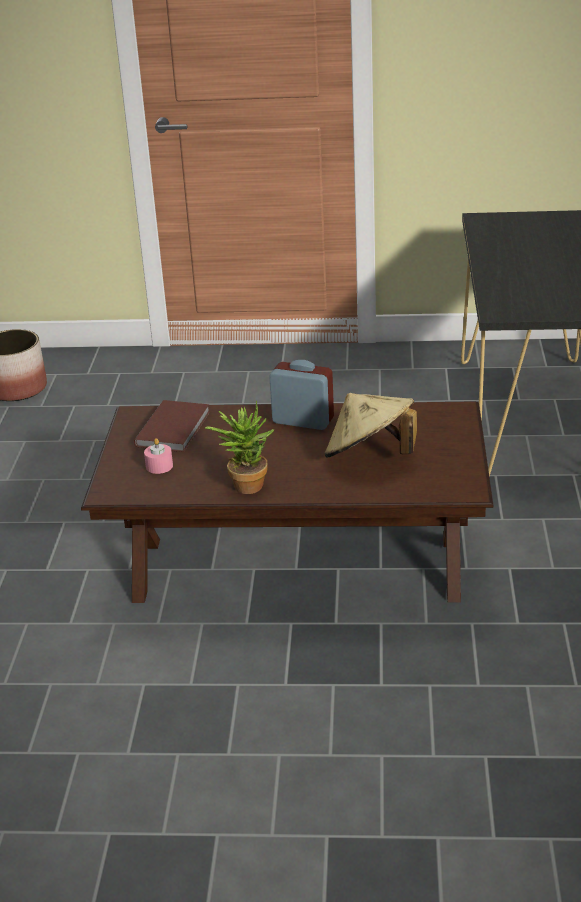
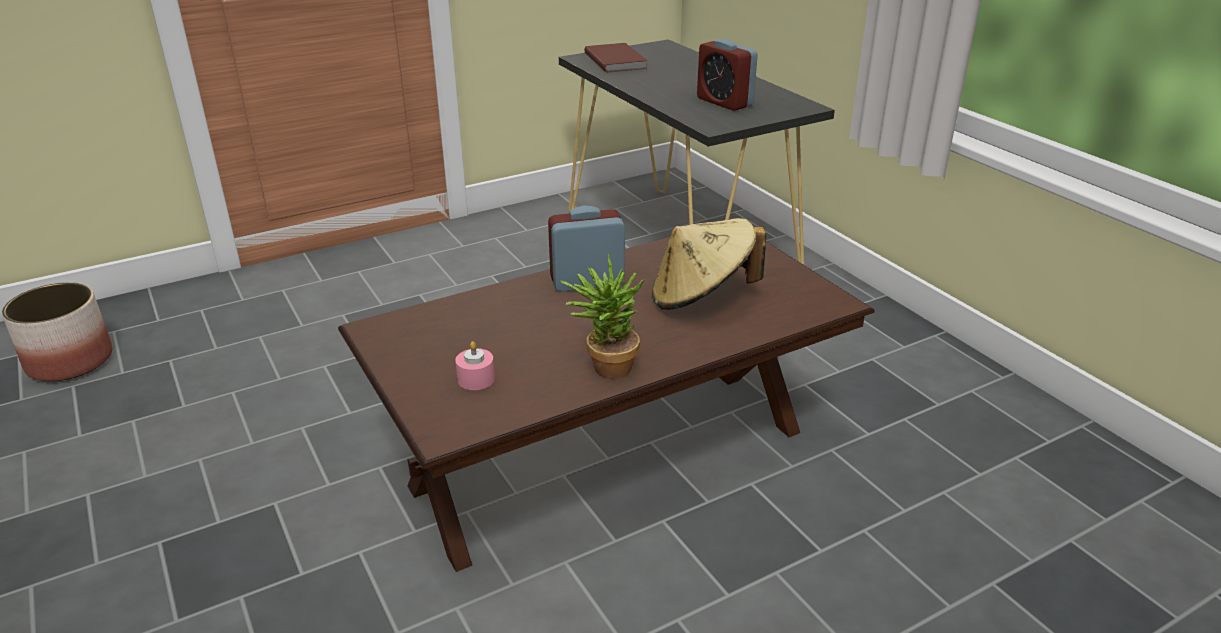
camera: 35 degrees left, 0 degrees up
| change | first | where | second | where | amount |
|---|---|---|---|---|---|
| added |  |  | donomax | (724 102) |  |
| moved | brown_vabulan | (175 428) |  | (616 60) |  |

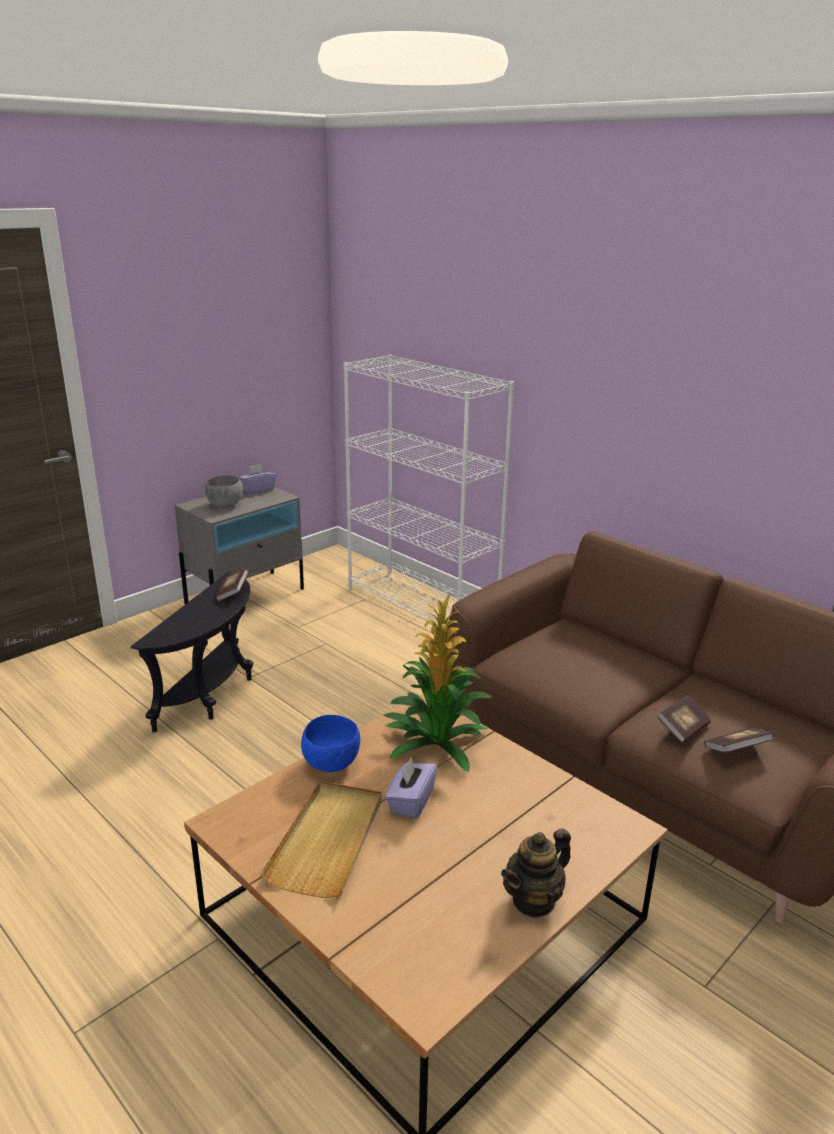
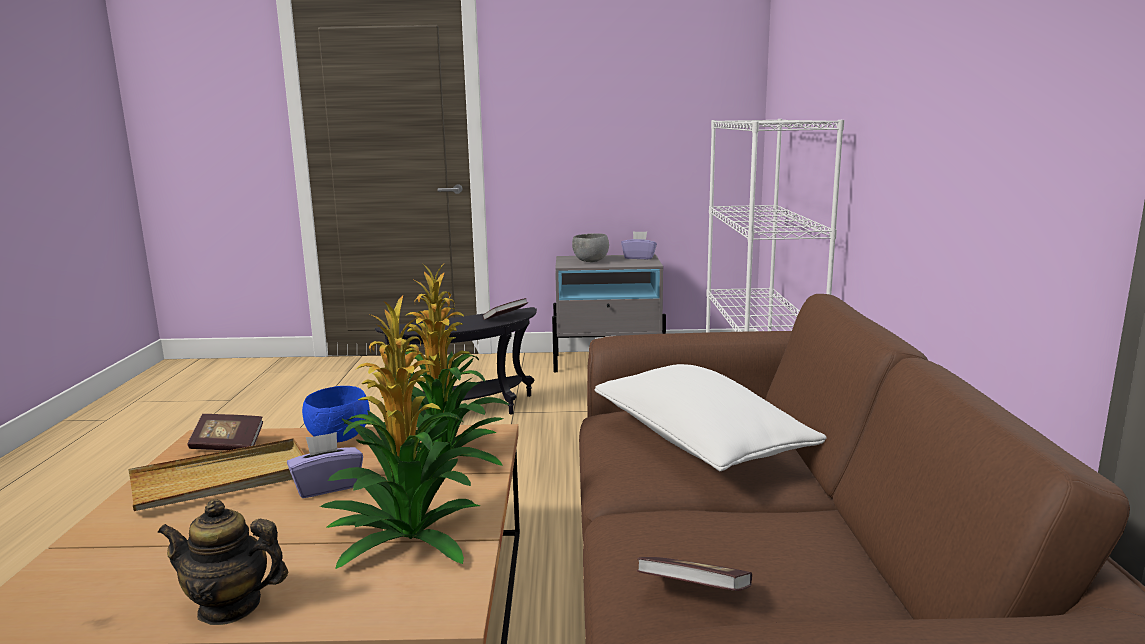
camera: 45 degrees right, 10 degrees down
| change | first | where | second | where | amount |
|---|---|---|---|---|---|
| added |  |  | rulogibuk | (409 534) |  |
| added |  |  | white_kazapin | (699 443) |  |
| moved | vabulan | (683 729) |  | (228 445) |  |

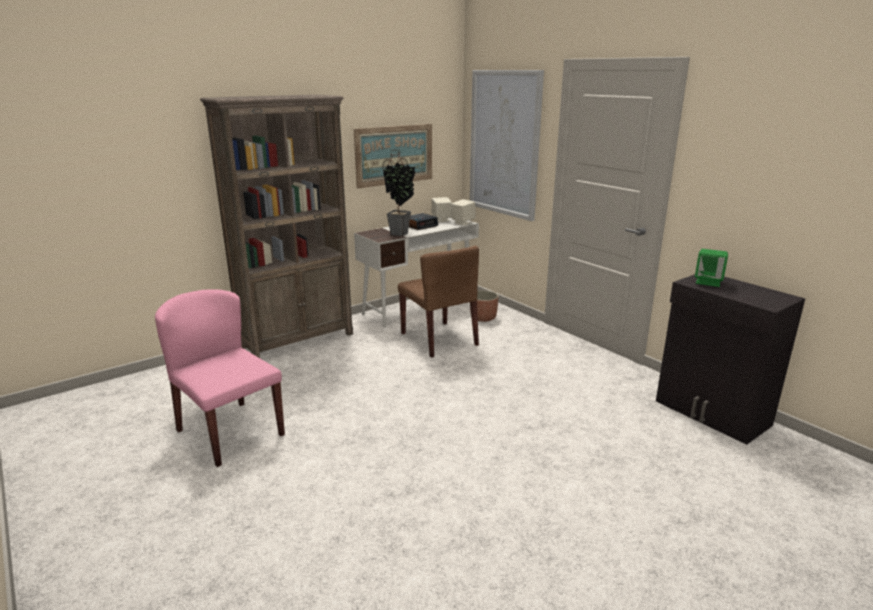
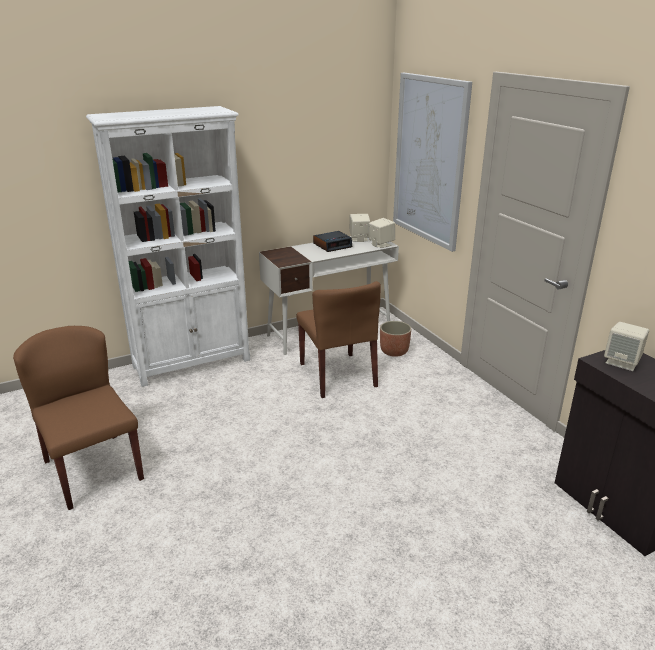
camera: 10 degrees right, 5 degrees up
| change | first | where | second | where | amount |
|---|---|---|---|---|---|
| removed | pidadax | (394 155) |  |  |  |
| removed | rulogibuk | (401 234) |  |  |  |
| recoloured | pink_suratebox | (230 432) | brown_suratebox | (93 469) |  |
| recoloured | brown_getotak | (298 340) | white_getotak | (192 363) |  |
| recoloured | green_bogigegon | (708 282) | beige_bogigegon | (622 362) |  |

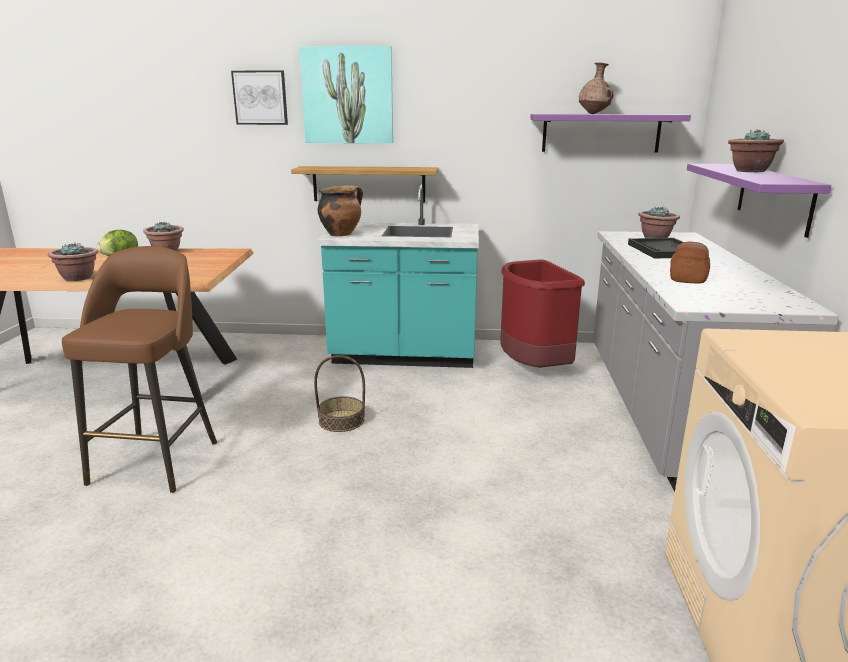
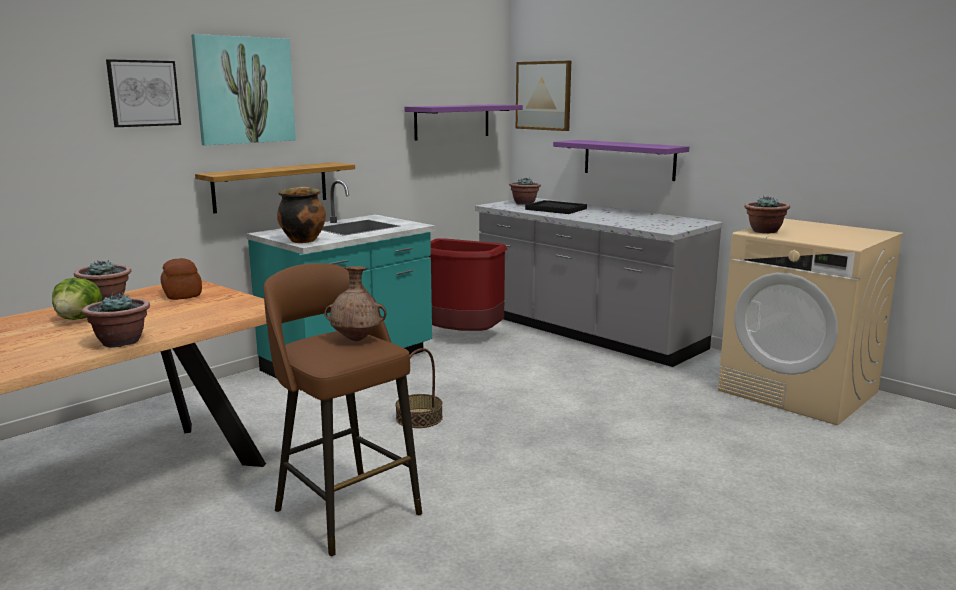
camera: 50 degrees left, 5 degrees down
| change | first | where | second | where | amount |
|---|---|---|---|---|---|
| added |  |  | pidadax | (544 95) |  |
| moved | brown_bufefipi | (594 114) |  | (357 339) |  |
| moved | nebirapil | (687 278) |  | (181 294) |  |
| moved | rulogibuk | (749 171) |  | (764 231) |  |

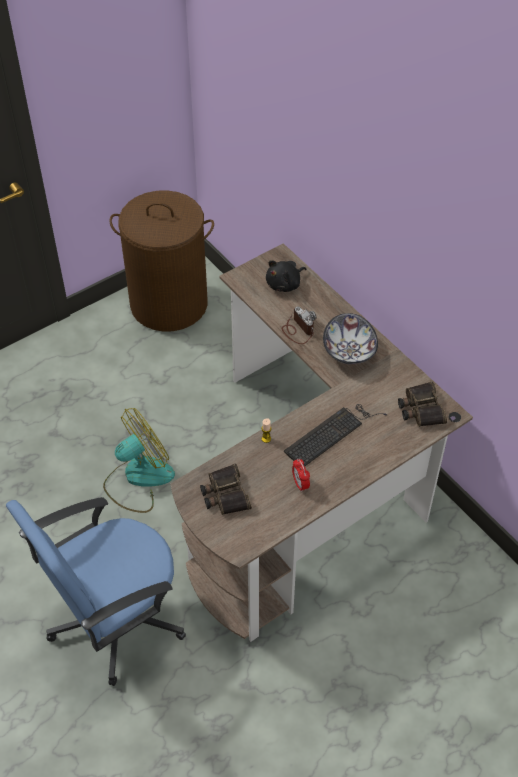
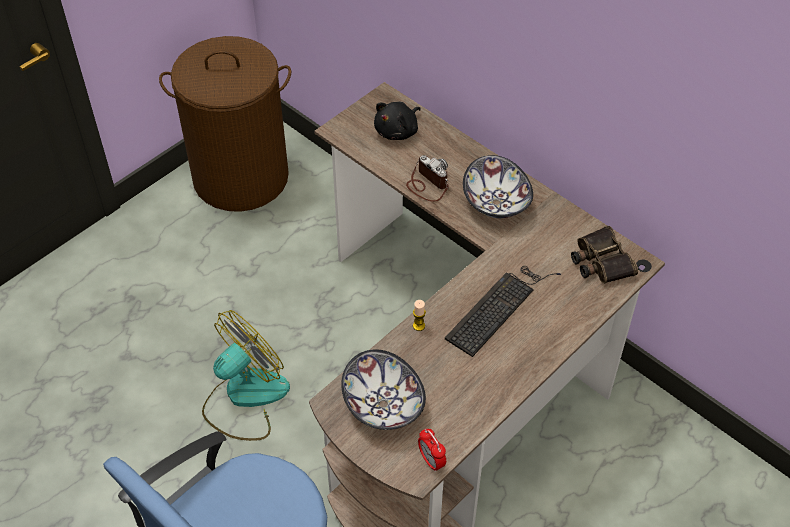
camera: 10 degrees left, 0 degrees up
| change | first | where | second | where | amount |
|---|---|---|---|---|---|
| moved | donomax | (300 484) |  | (431 461) |  |
| replaced | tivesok | (225 494) | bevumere | (382 405) |  |

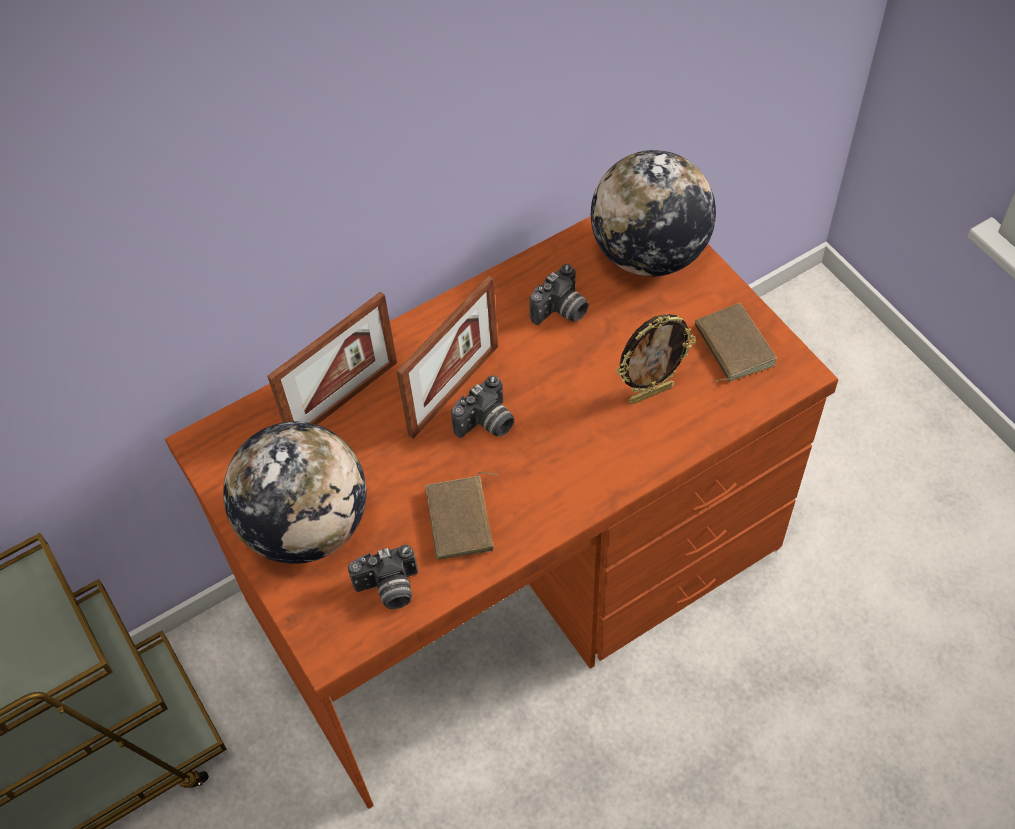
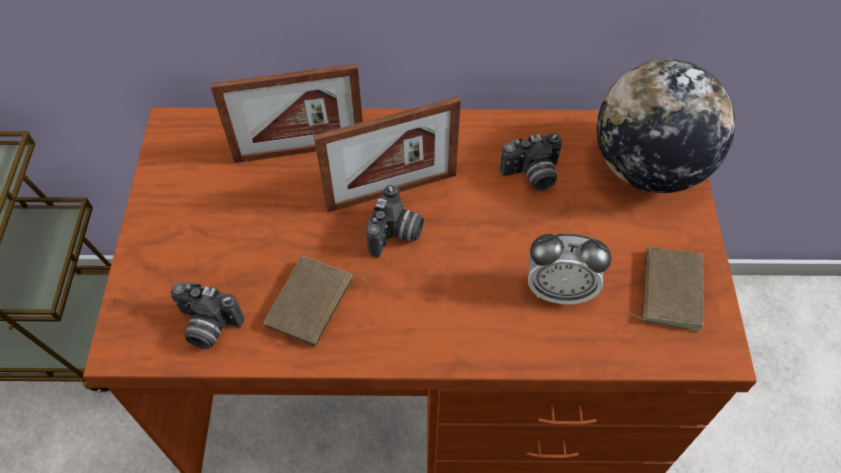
camera: 30 degrees right, 0 degrees up
| change | first | where | second | where | amount |
|---|---|---|---|---|---|
| removed | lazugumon | (307 525) |  |  |  |
| replaced | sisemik | (650 393) | donomax | (559 289) |  |
| turned | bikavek | (487 424) |  | (396 235) | 60 degrees counterclockwise |

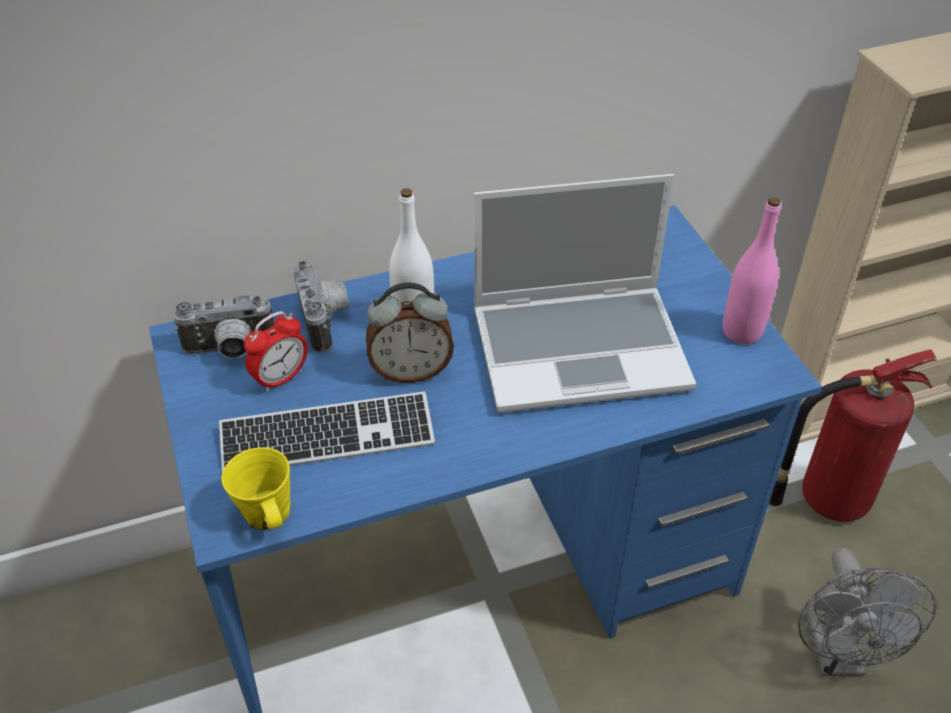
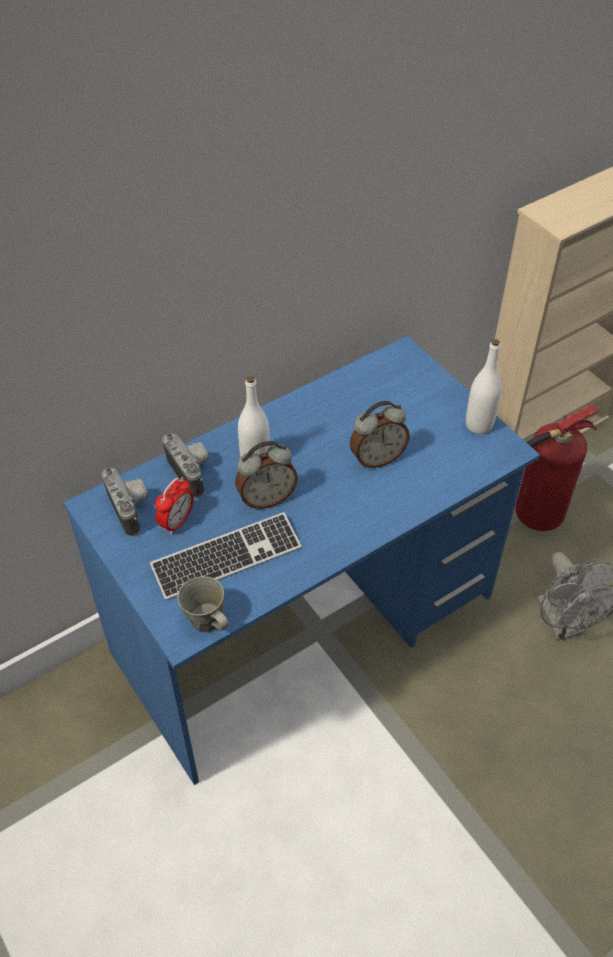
camera: 15 degrees left, 5 degrees up
| change | first | where | second | where | amount |
|---|---|---|---|---|---|
| replaced | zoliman | (581 348) | donomax | (377 458) |  |
| recoloured | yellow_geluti | (267 515) | grey_geluti | (207 621) |  |
| recoloured | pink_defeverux | (742 331) | white_defeverux | (479 425) |  |
| turned | bikavek | (230 350) |  | (131 509) | 90 degrees counterclockwise |

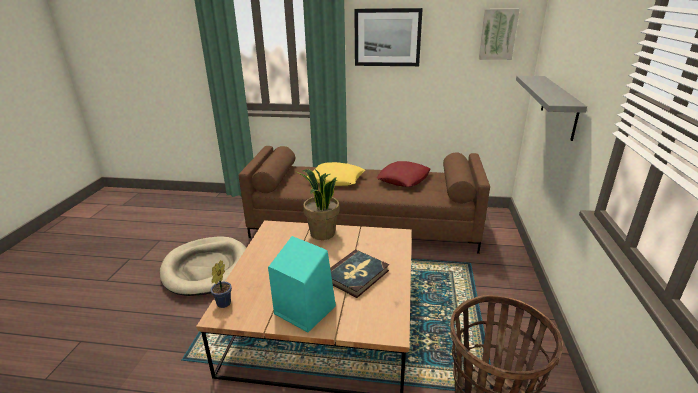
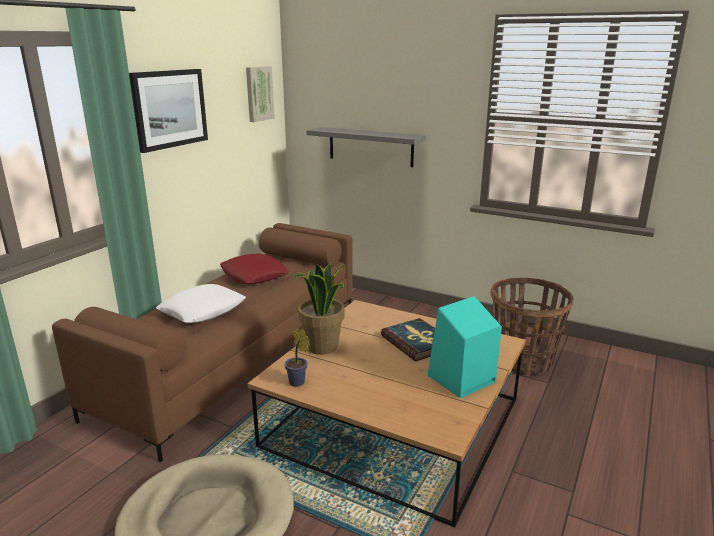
camera: 70 degrees left, 5 degrees down
| change | first | where | second | where | amount |
|---|---|---|---|---|---|
| moved | rulogibuk | (222 304) |  | (298 383) |  |
| recoloured | yellow_kazapin | (336 179) | white_kazapin | (202 310) |  |

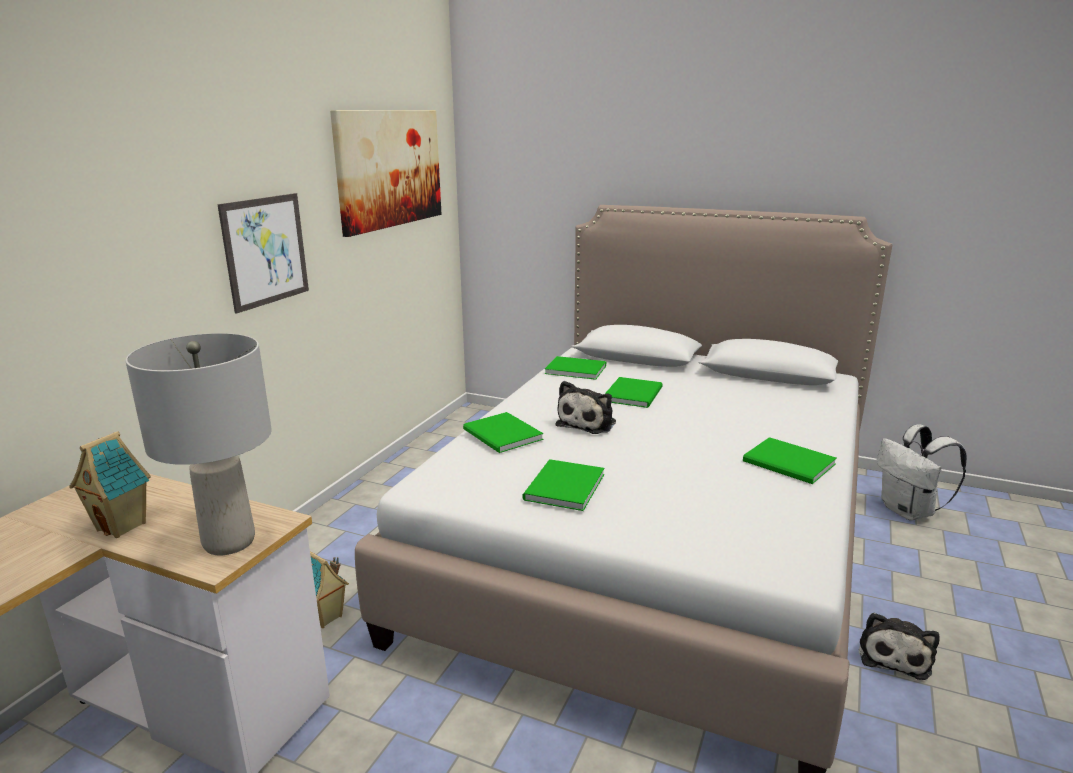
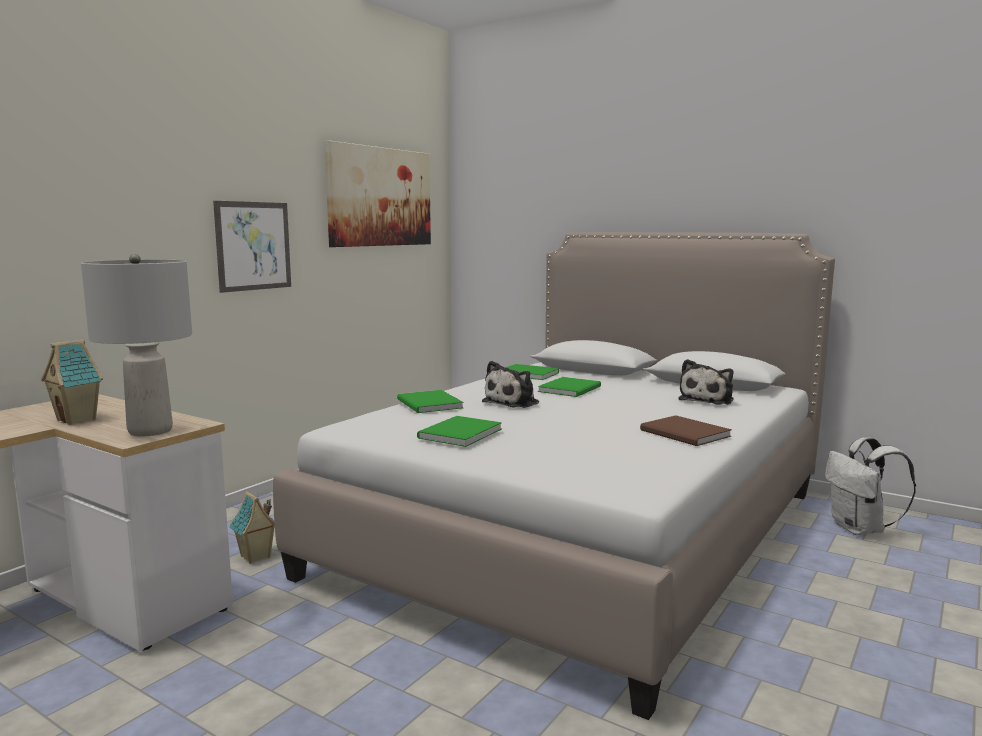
camera: 10 degrees right, 10 degrees down
| change | first | where | second | where | amount |
|---|---|---|---|---|---|
| moved | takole | (894 655) |  | (708 400) |  |
| recoloured | green_vabulan | (790 464) | brown_vabulan | (685 434) |  |

